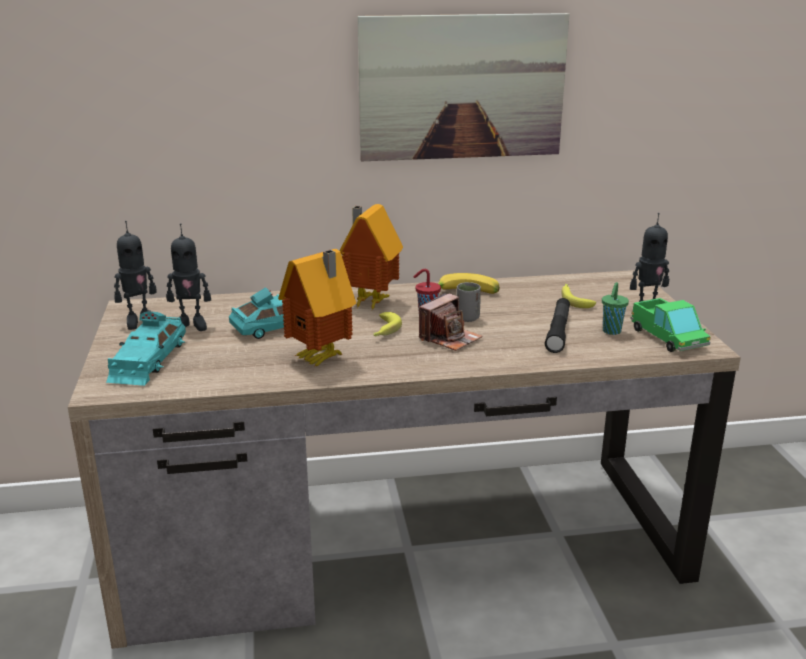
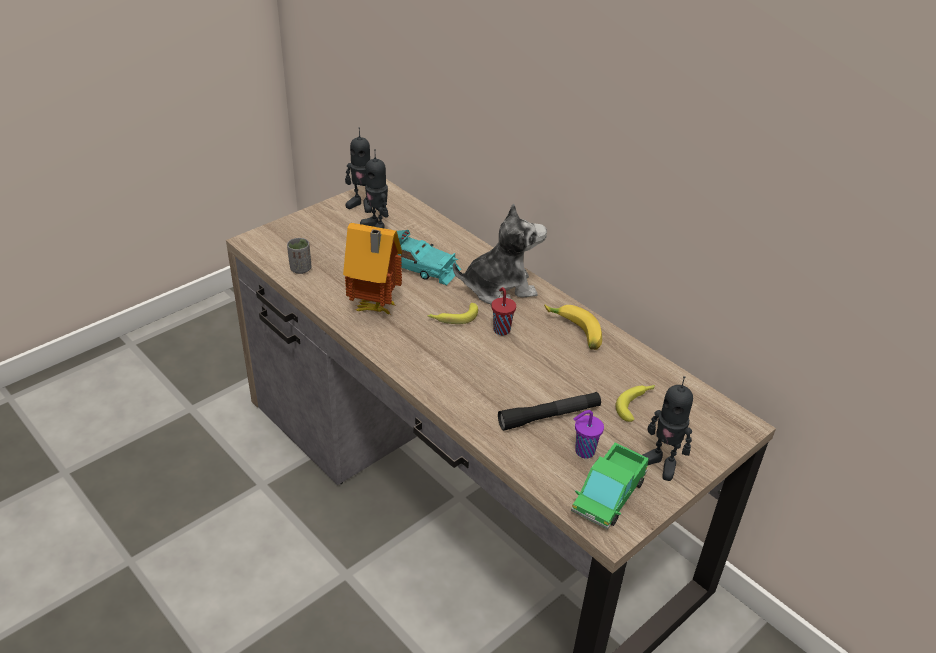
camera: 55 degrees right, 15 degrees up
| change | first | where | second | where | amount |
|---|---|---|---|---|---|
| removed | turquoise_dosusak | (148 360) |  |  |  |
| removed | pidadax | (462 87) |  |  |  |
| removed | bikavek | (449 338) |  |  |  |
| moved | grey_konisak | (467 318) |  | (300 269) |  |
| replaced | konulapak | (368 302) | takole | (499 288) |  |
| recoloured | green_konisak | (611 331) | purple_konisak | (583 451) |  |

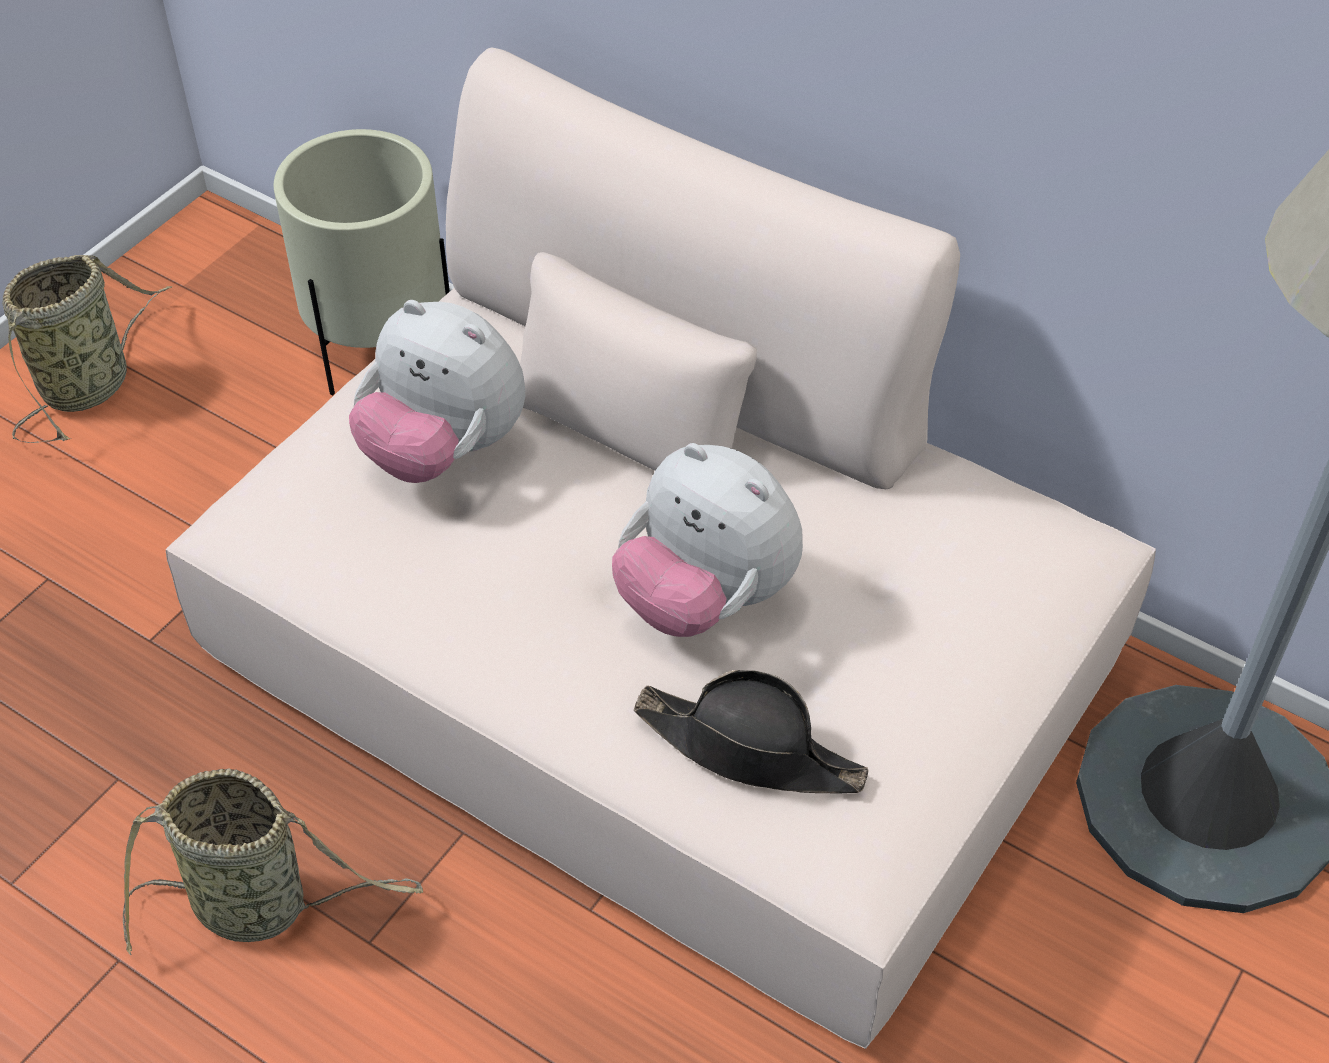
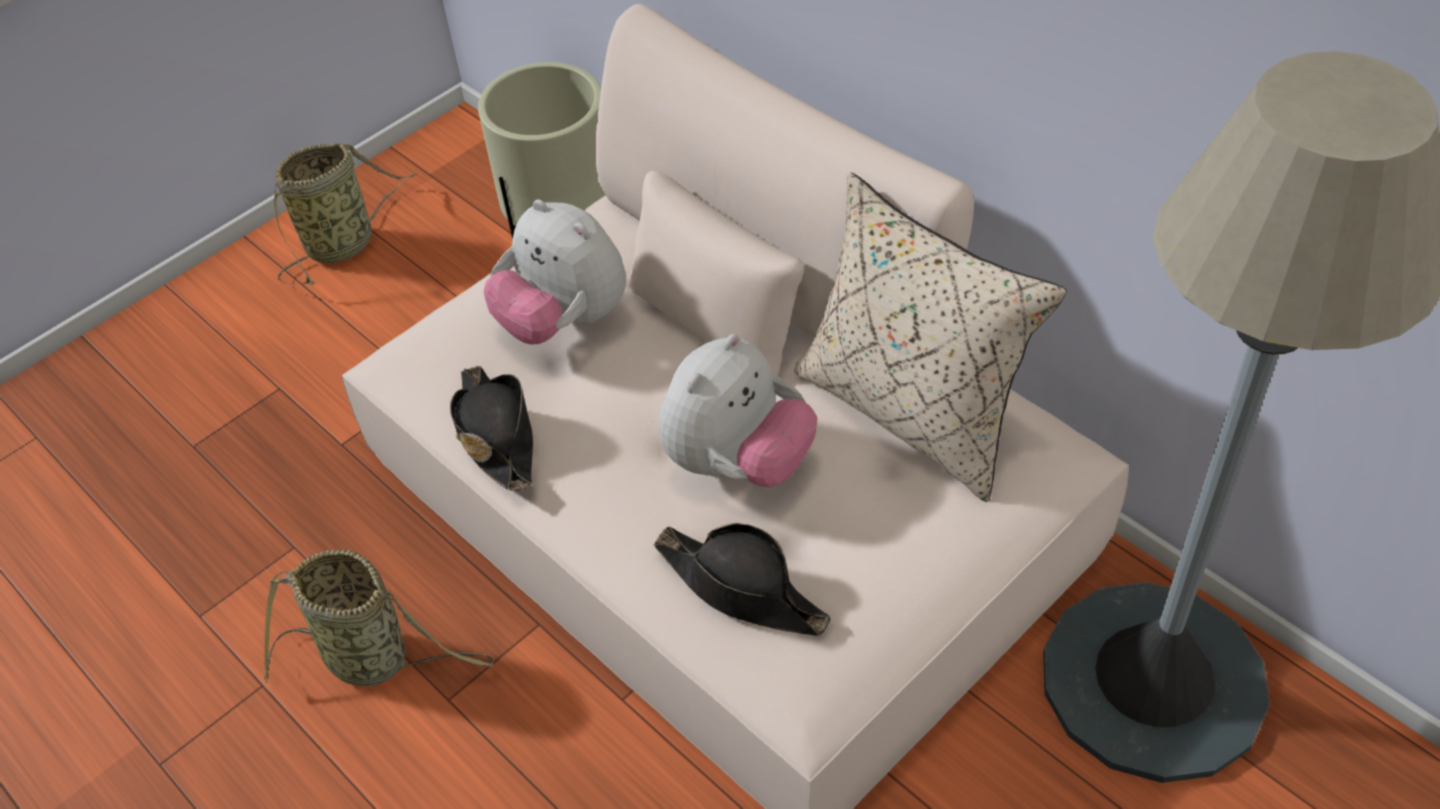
camera: 15 degrees right, 0 degrees up
| change | first | where | second | where | amount |
|---|---|---|---|---|---|
| added |  |  | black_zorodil | (496 435) |  |
| added |  |  | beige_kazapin | (913 411) |  |
| turned | takole | (705 598) |  | (738 462) | 105 degrees counterclockwise |

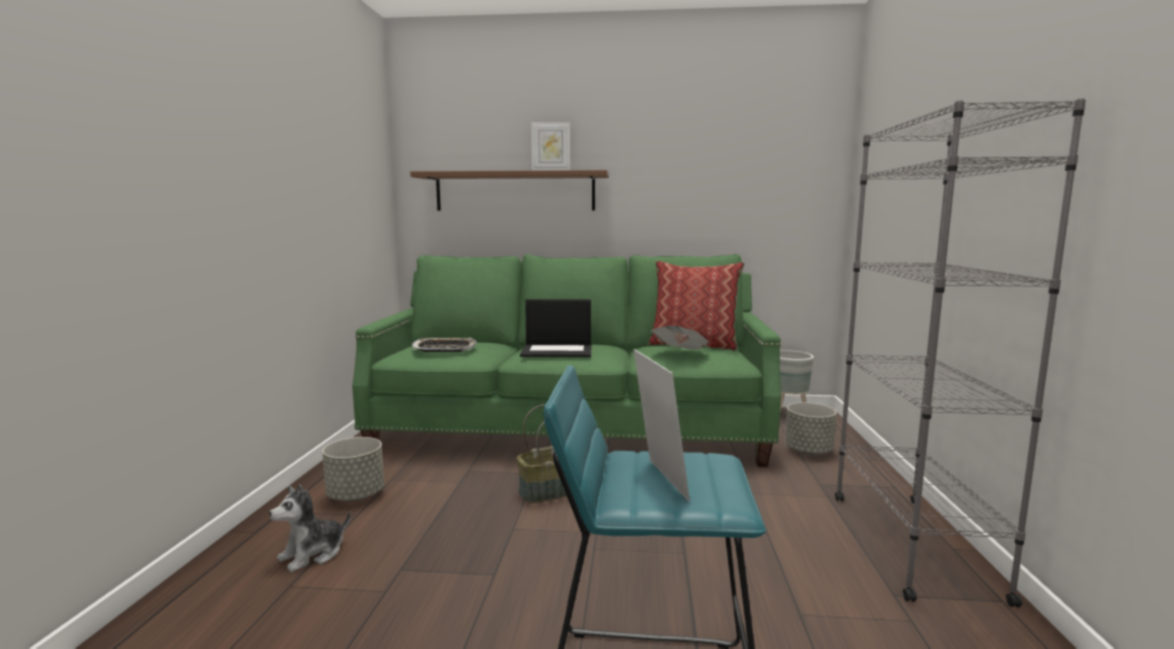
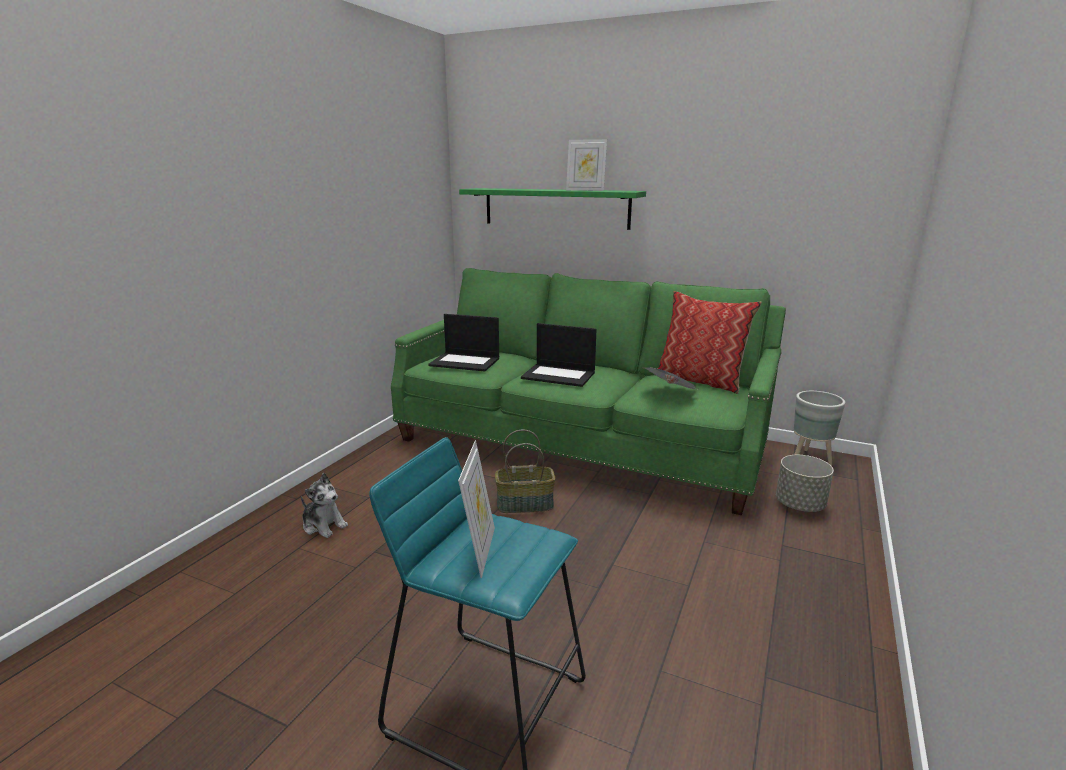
camera: 20 degrees right, 10 degrees up
| change | first | where | second | where | amount |
|---|---|---|---|---|---|
| removed | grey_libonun | (356 495) |  |  |  |
| removed | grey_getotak | (912 544) |  |  |  |
| replaced | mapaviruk | (444 349) | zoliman | (466 362) |  |
| recoloured | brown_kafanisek | (515 192) | green_kafanisek | (555 208) |  |
| turned | takole | (313 554) |  | (324 525) | 120 degrees counterclockwise |

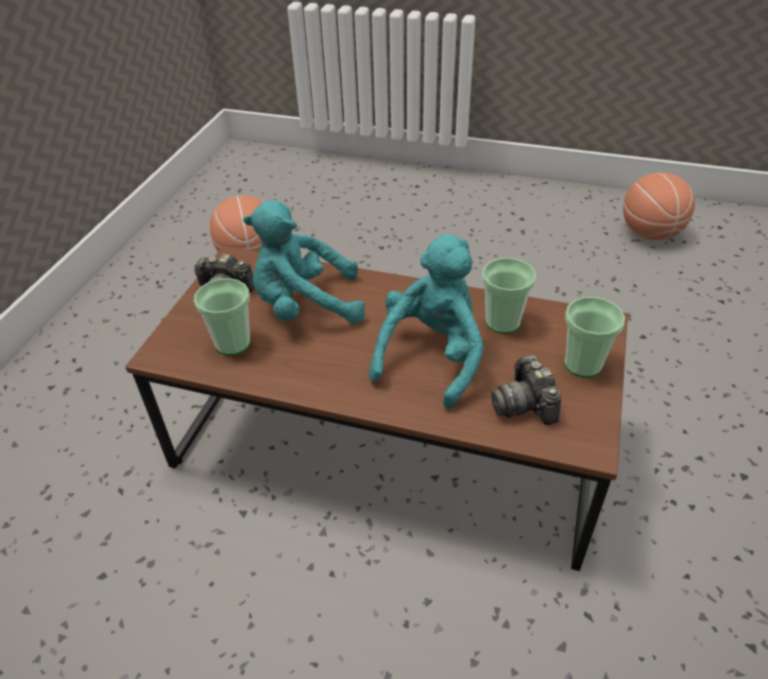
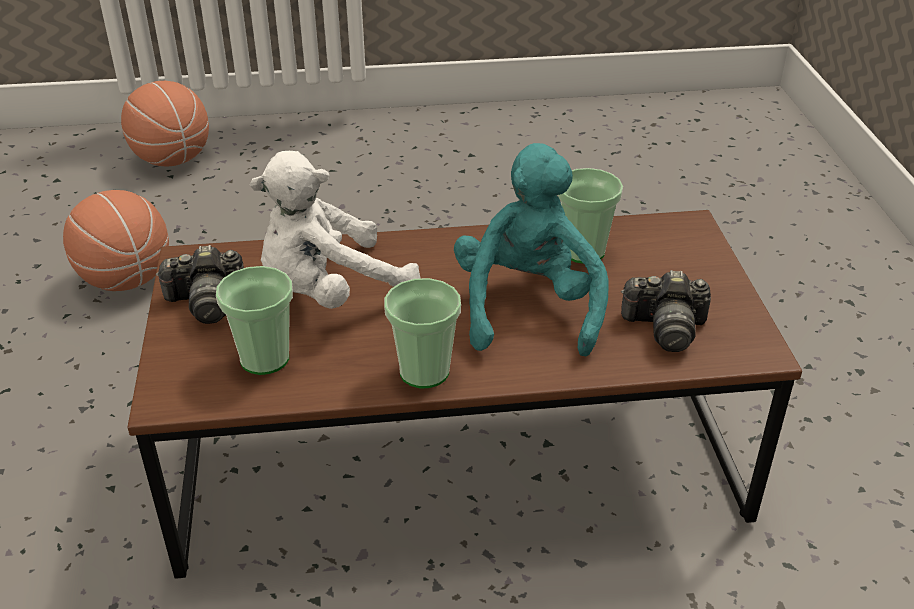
camera: 25 degrees left, 5 degrees down
| change | first | where | second | where | amount |
|---|---|---|---|---|---|
| moved | konisak | (582 364) |  | (424 372) |  |
| moved | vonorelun | (650 233) |  | (172 159) |  |
| recoloured | turquoise_takole | (305 306) | white_takole | (330 292) |  |
| turned | bikavek | (525 403) |  | (665 328) | 45 degrees counterclockwise |

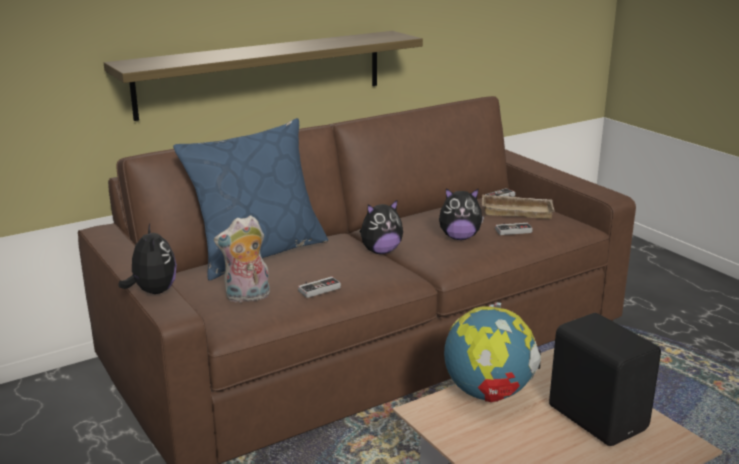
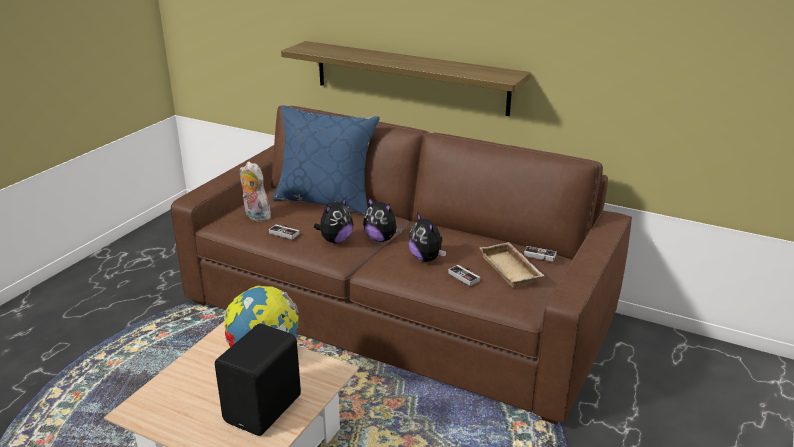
camera: 60 degrees right, 5 degrees up
| change | first | where | second | where | amount |
|---|---|---|---|---|---|
| moved | takole | (153 291) |  | (335 240) |  |

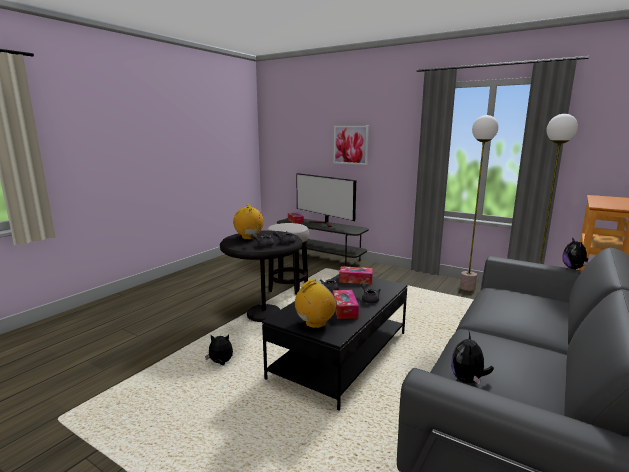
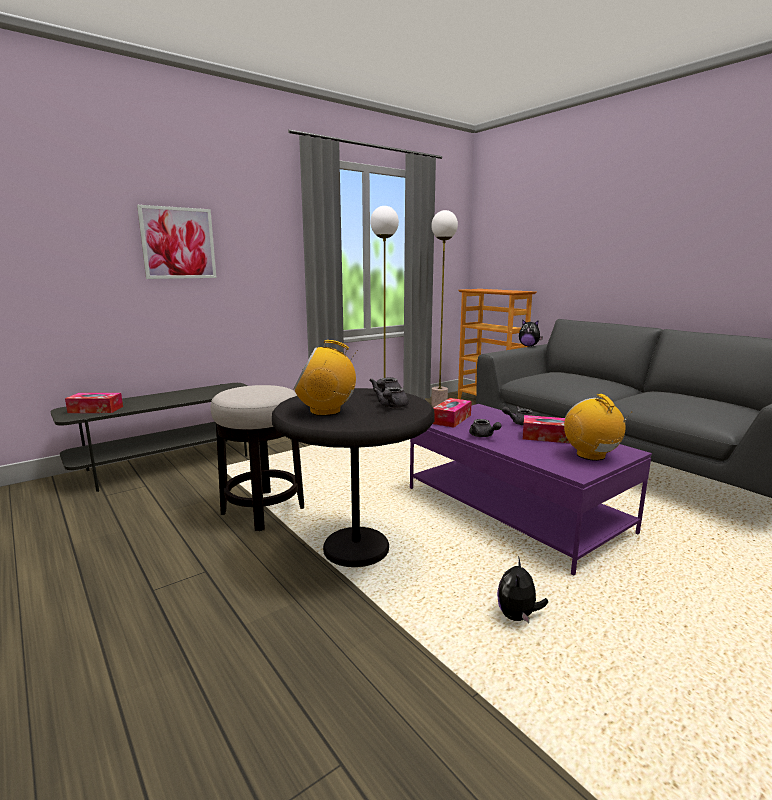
camera: 70 degrees left, 0 degrees up
| change | first | where | second | where | amount |
|---|---|---|---|---|---|
| removed | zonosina | (324 223) |  |  |  |
| removed | takole | (468 380) |  |  |  |
| recoloured | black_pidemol | (341 355) | purple_pidemol | (514 510) |  |

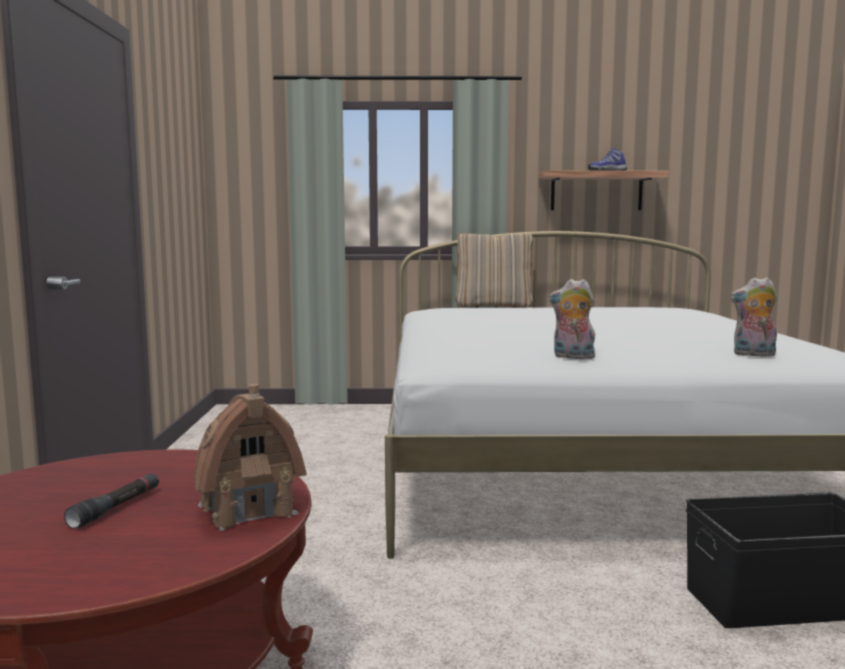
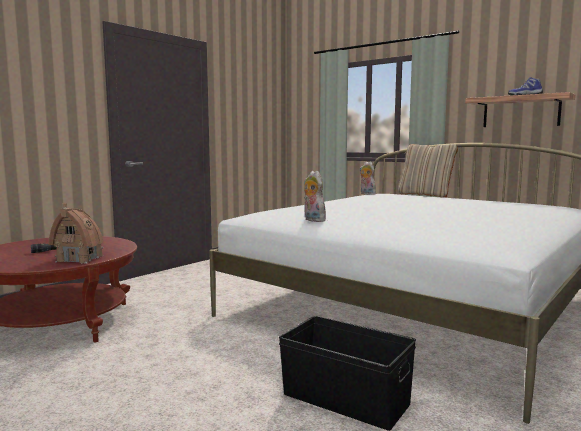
camera: 40 degrees right, 0 degrees up
| change | first | where | second | where | amount |
|---|---|---|---|---|---|
| moved | takole | (753 355) |  | (366 194) |  |

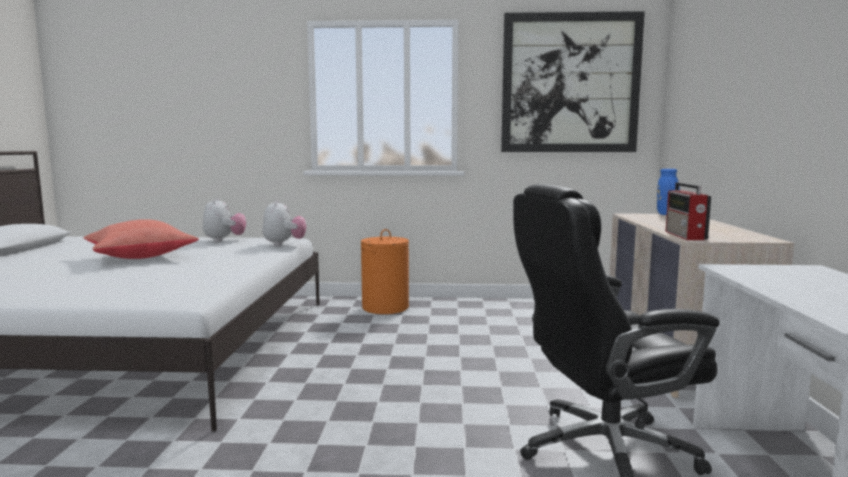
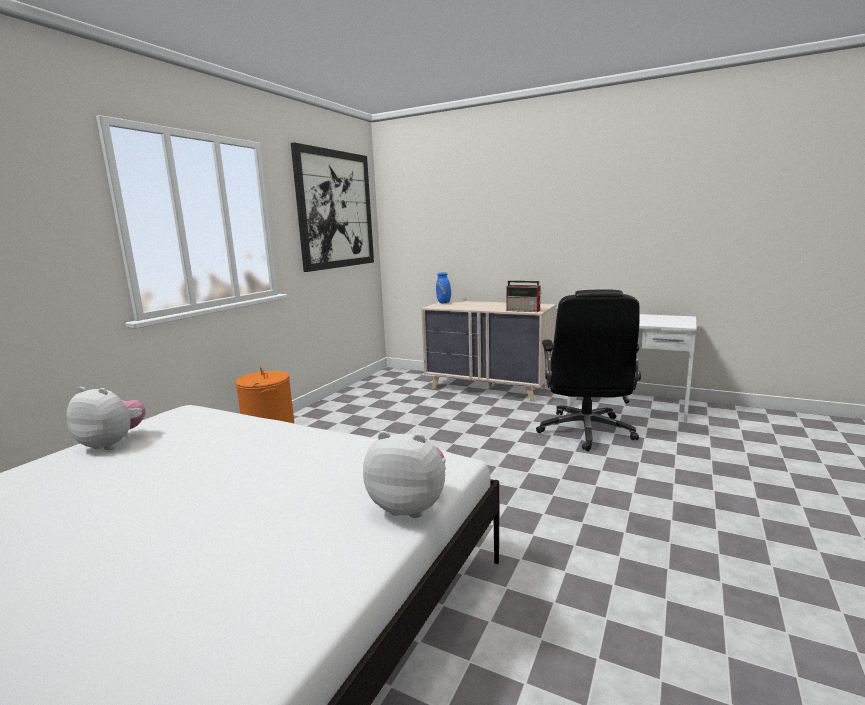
camera: 65 degrees left, 5 degrees up
| change | first | where | second | where | amount |
|---|---|---|---|---|---|
| removed | red_kazapin | (140 257) |  |  |  |
| moved | takole | (284 244) |  | (409 506) |  |

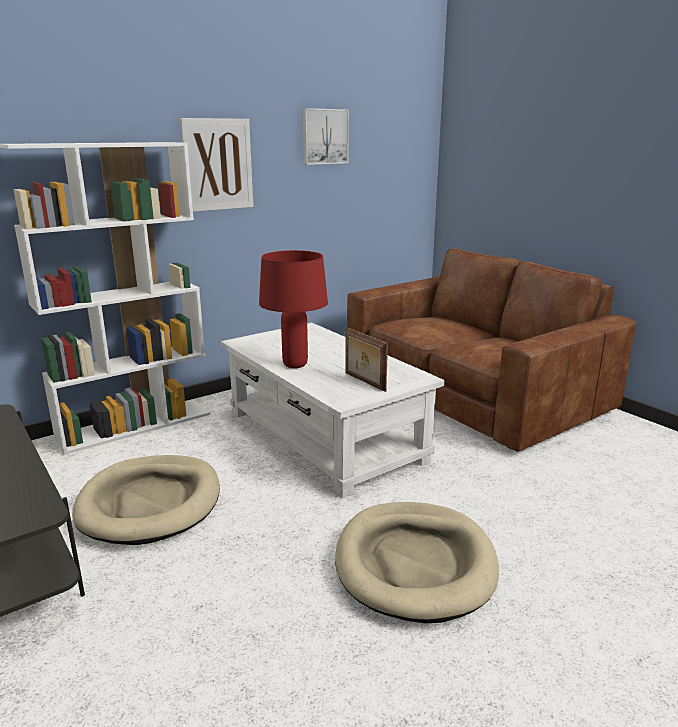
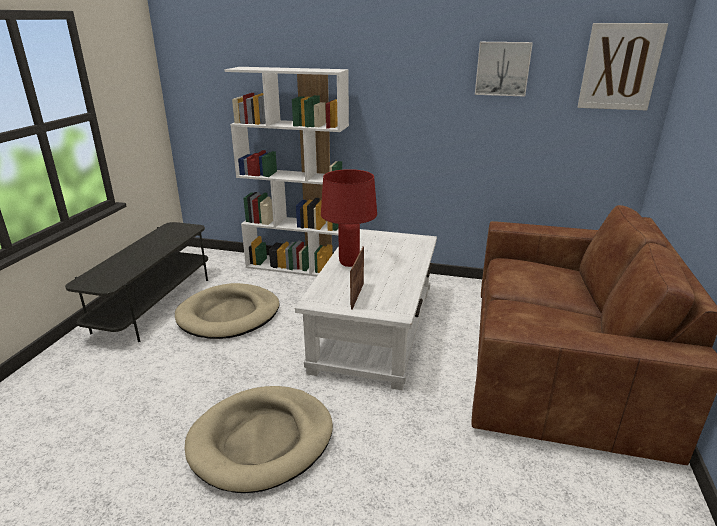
camera: 50 degrees right, 5 degrees up
| change | first | where | second | where | amount |
|---|---|---|---|---|---|
| moved | pidadax | (218 165) |  | (620 67) |  |

